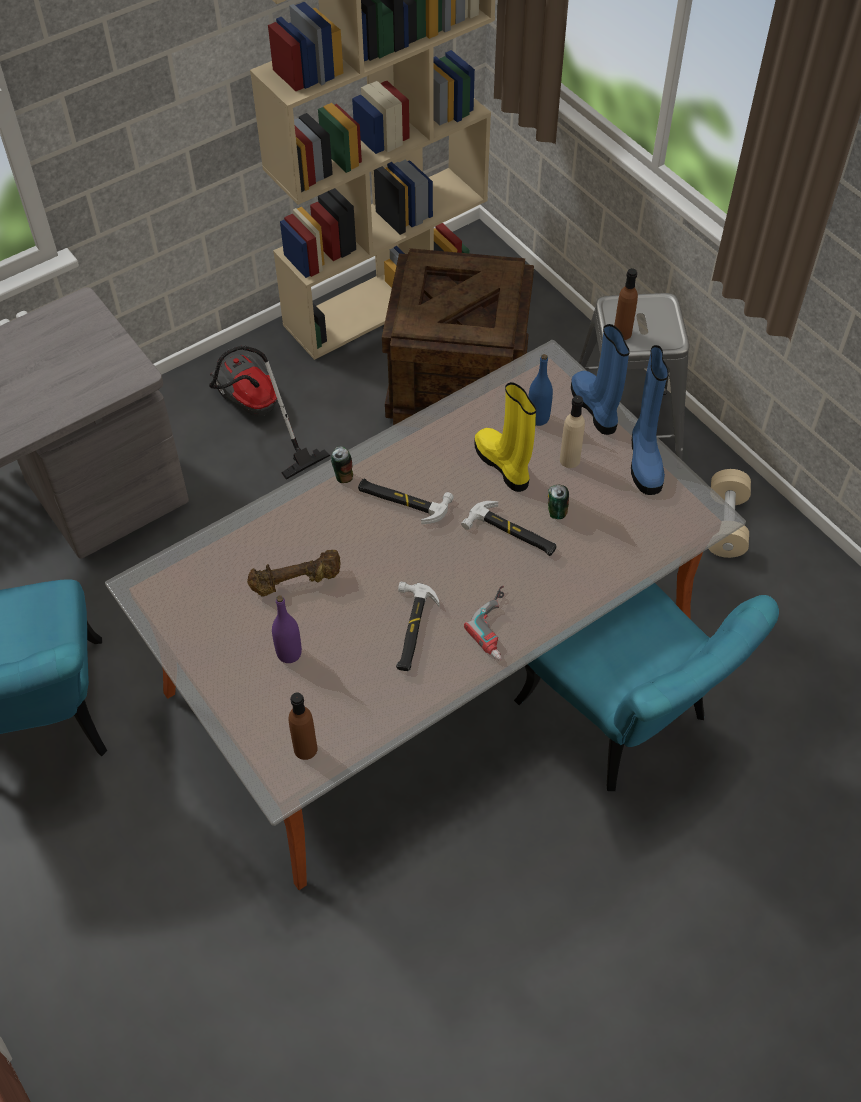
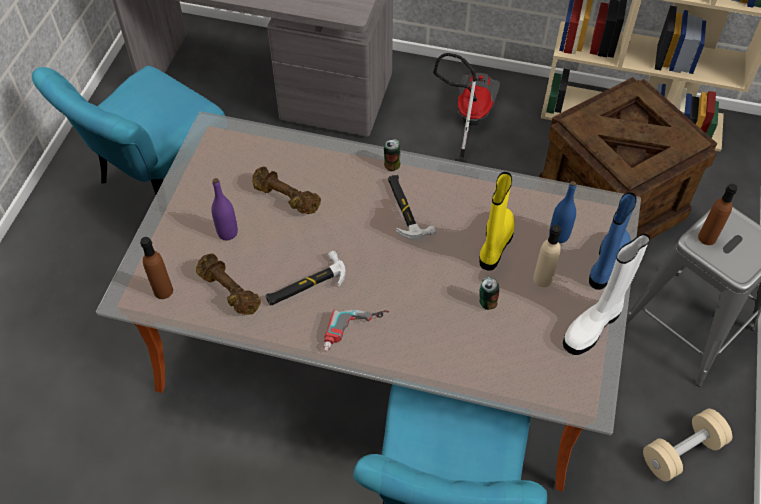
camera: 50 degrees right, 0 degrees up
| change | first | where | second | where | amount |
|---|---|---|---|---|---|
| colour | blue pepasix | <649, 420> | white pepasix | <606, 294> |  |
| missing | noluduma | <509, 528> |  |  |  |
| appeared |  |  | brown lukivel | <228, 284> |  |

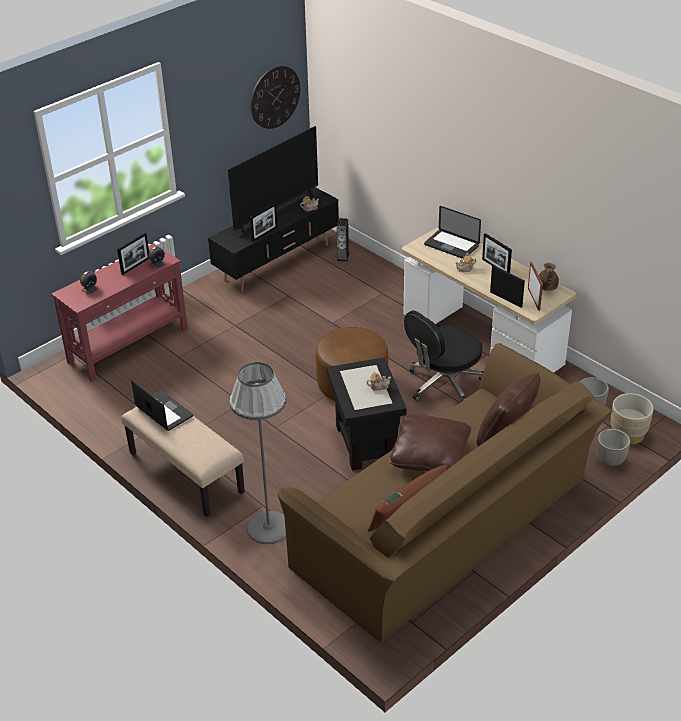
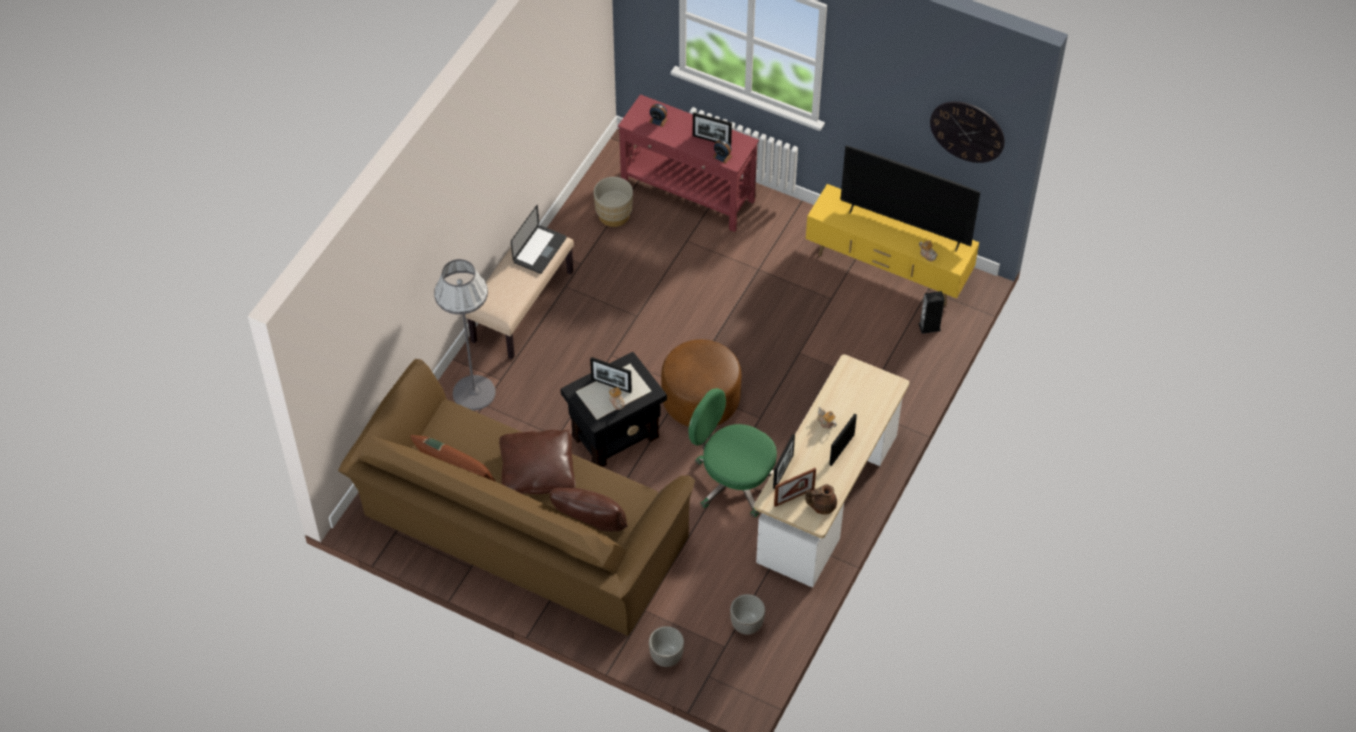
camera: 70 degrees right, 15 degrees up
| change | first | where | second | where | amount |
|---|---|---|---|---|---|
| colour | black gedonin | <273, 239> | yellow gedonin | <892, 245> |  |
| relocated | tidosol | <263, 222> |  | <611, 375> |  |
| missing | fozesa | <452, 232> |  |  |  |
| colour | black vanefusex | <444, 357> | green vanefusex | <732, 453> |  |
| relocated | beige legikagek | <632, 419> |  | <613, 202> |  |

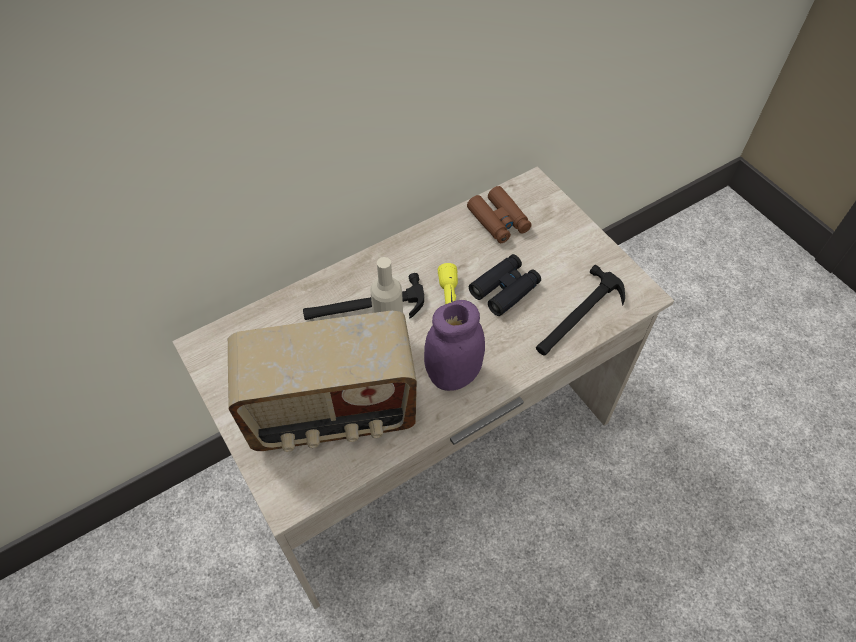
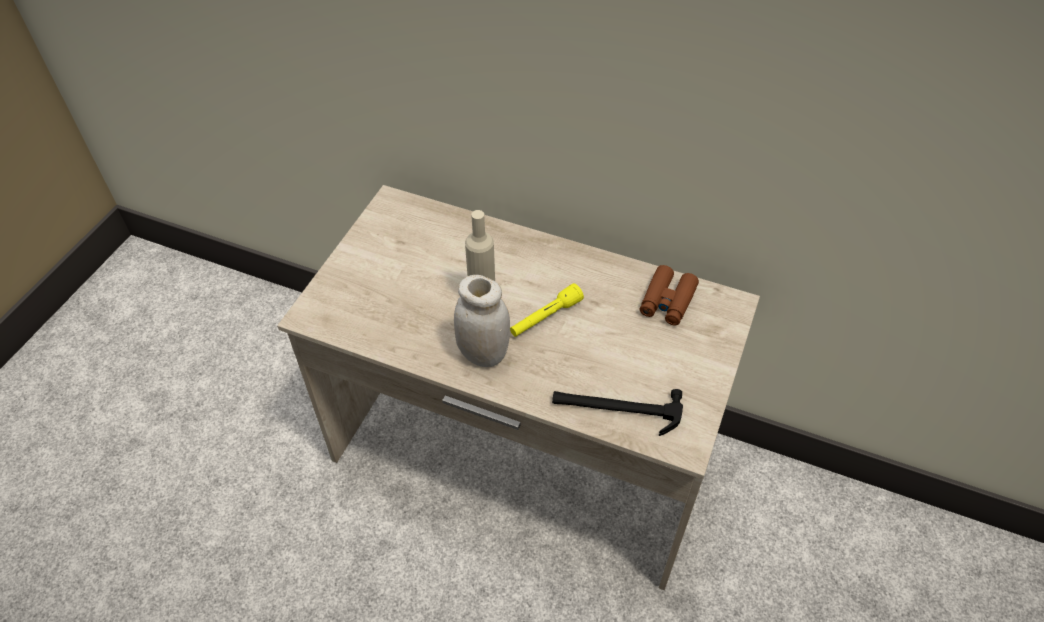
camera: 55 degrees right, 5 degrees down
| change | first | where | second | where | amount |
|---|---|---|---|---|---|
| missing | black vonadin | <505, 285> |  |  |  |
| missing | noluduma | <363, 296> |  |  |  |
| colour | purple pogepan | <454, 345> | white pogepan | <482, 321> |  |
| missing | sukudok | <322, 381> |  |  |  |

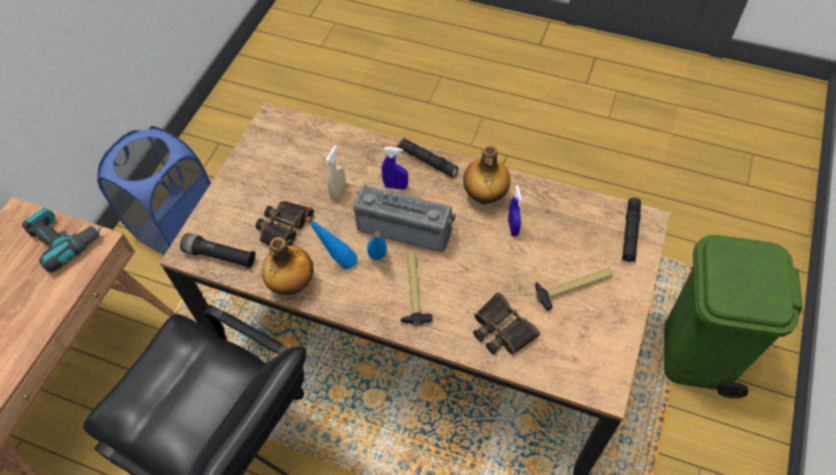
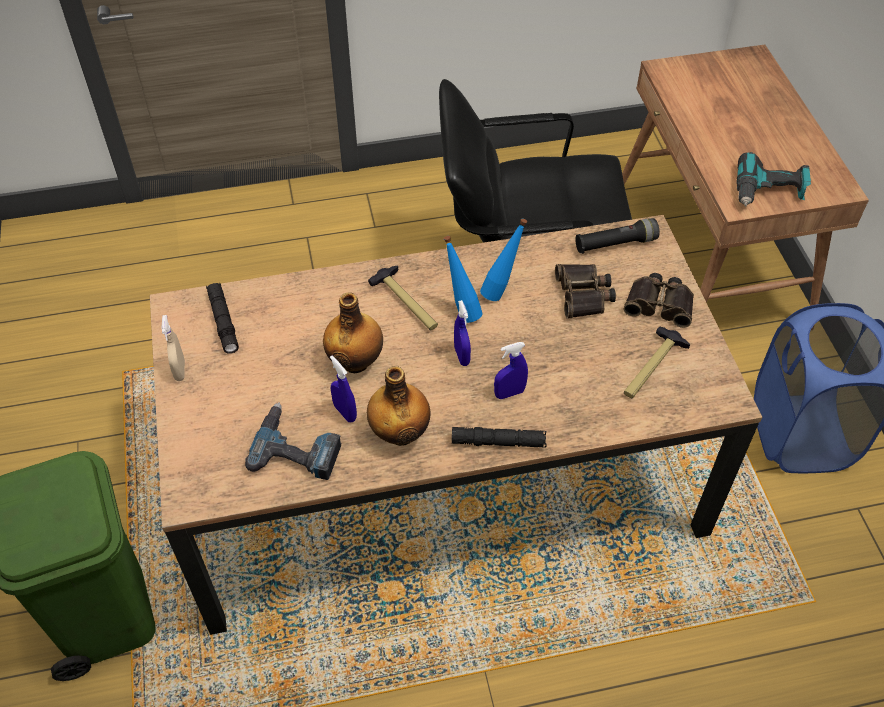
camera: 145 degrees right, 5 degrees down
| change | first | where | second | where | amount |
|---|---|---|---|---|---|
| relocated | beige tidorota | <336, 172> |  | <173, 348> |  |
| exchanged | sukudok | <405, 218> | blue tidorota | <462, 333> |  |
| relocated | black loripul | <631, 230> |  | <222, 318> |  |
| relocated | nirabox | <287, 266> |  | <353, 332> |  |
| relocated | noluduma | <574, 289> |  | <657, 362> |  |
| relocated | vonadin | <506, 323> |  | <658, 300> |  |
| appeared |  |  | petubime | <293, 441> |  |

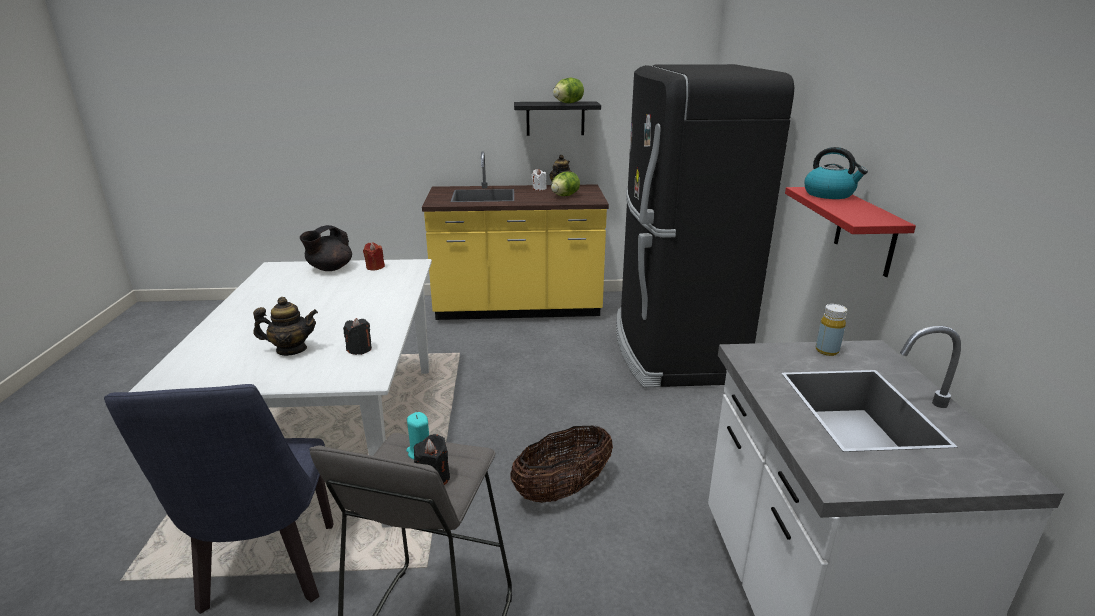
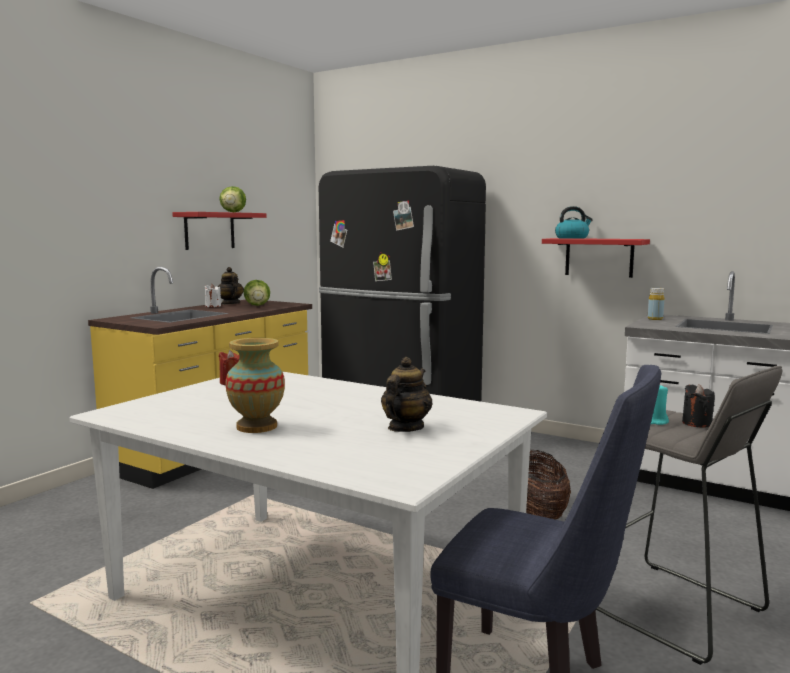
camera: 55 degrees left, 15 degrees down
| change | first | where | second | where | amount |
|---|---|---|---|---|---|
| colour | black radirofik | <557, 118> | red radirofik | <219, 231> |  |
| missing | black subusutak | <326, 248> |  |  |  |
| missing | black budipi | <357, 336> |  |  |  |
| appeared |  |  | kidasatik | <255, 385> |  |

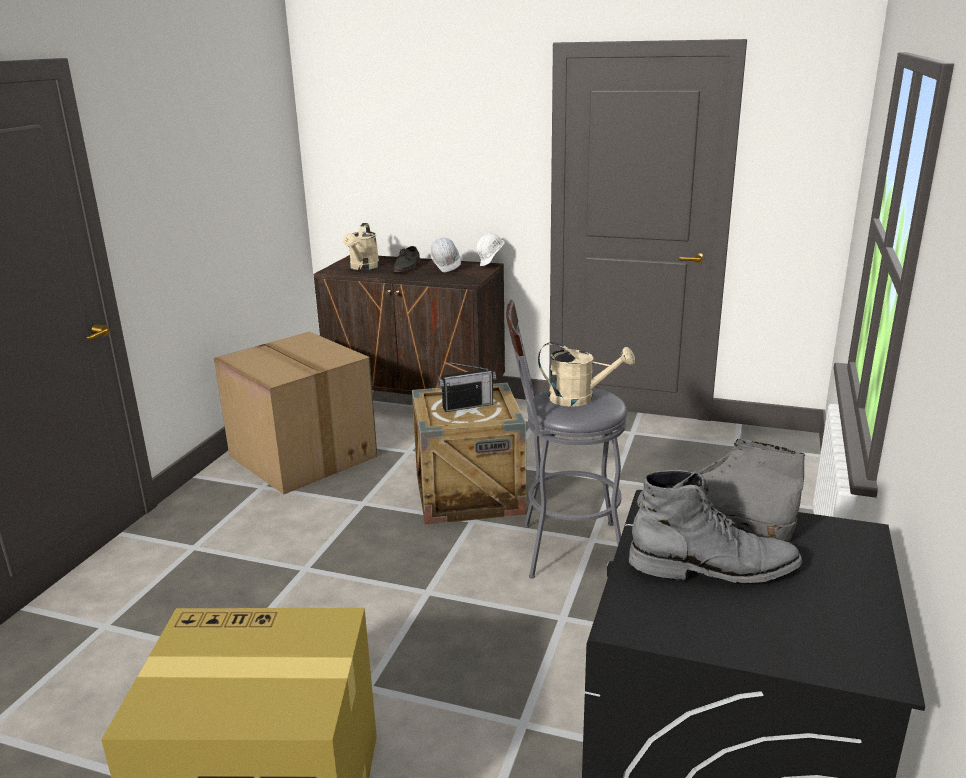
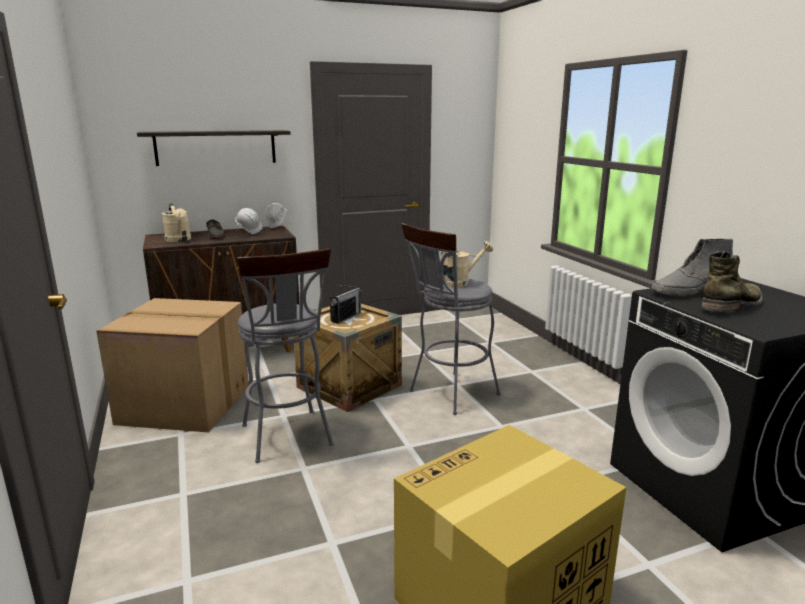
camera: 40 degrees left, 5 degrees down
| change | first | where | second | where | amount |
|---|---|---|---|---|---|
| colour | grey pepasix | <715, 526> | green pepasix | <732, 281> |  |
| appeared |  |  | radirofik | <214, 148> |  |
| appeared |  |  | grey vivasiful | <285, 355> |  |

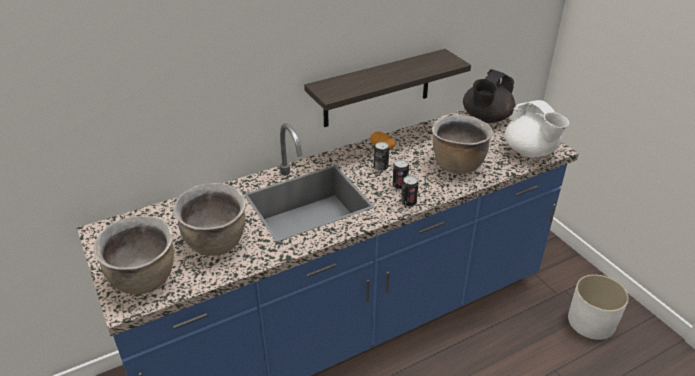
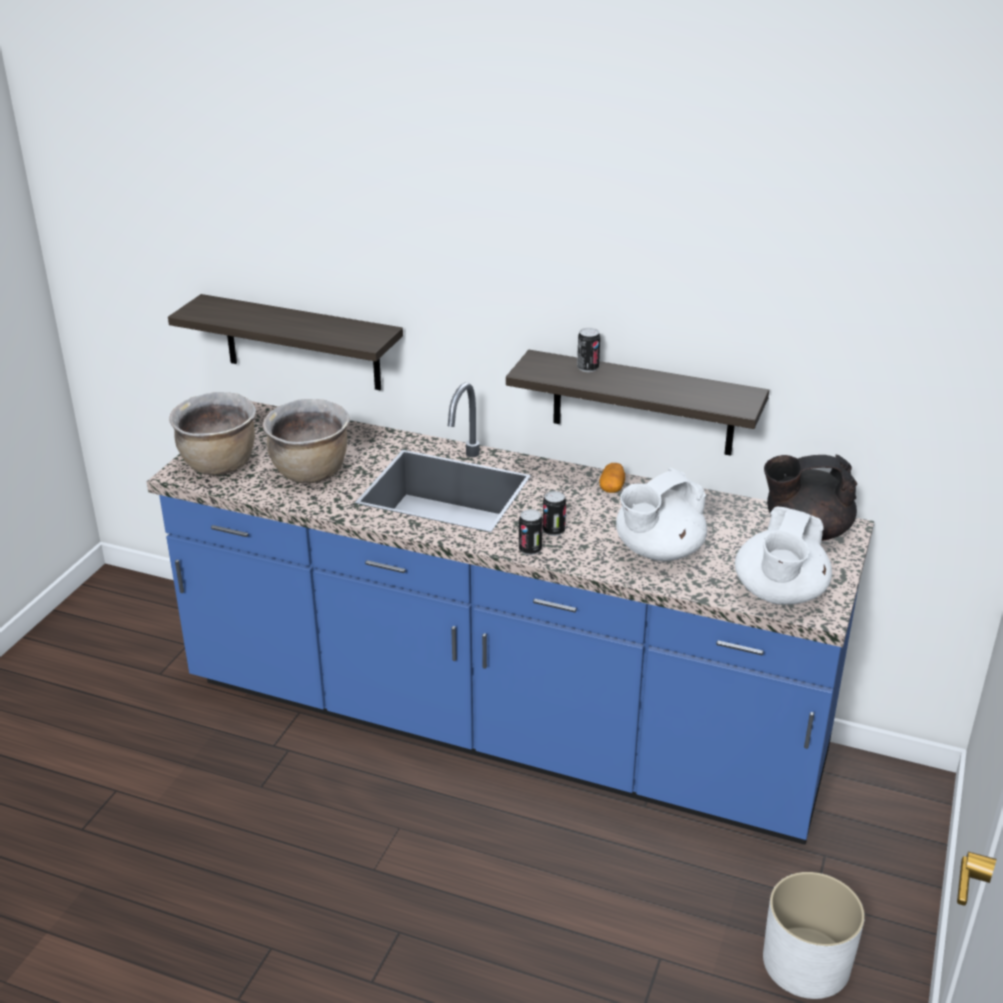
camera: 50 degrees right, 5 degrees down
| change | first | where | second | where | amount |
|---|---|---|---|---|---|
| exchanged | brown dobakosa | <462, 144> | white subusutak | <661, 514> |  |
| relocated | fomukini | <381, 156> |  | <588, 350> |  |
| appeared |  |  | radirofik | <285, 342> |  |

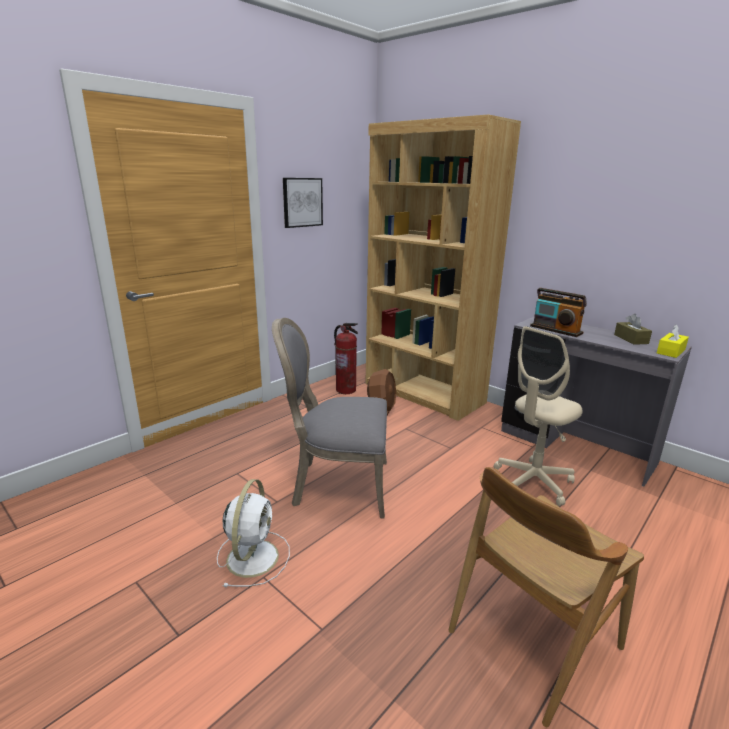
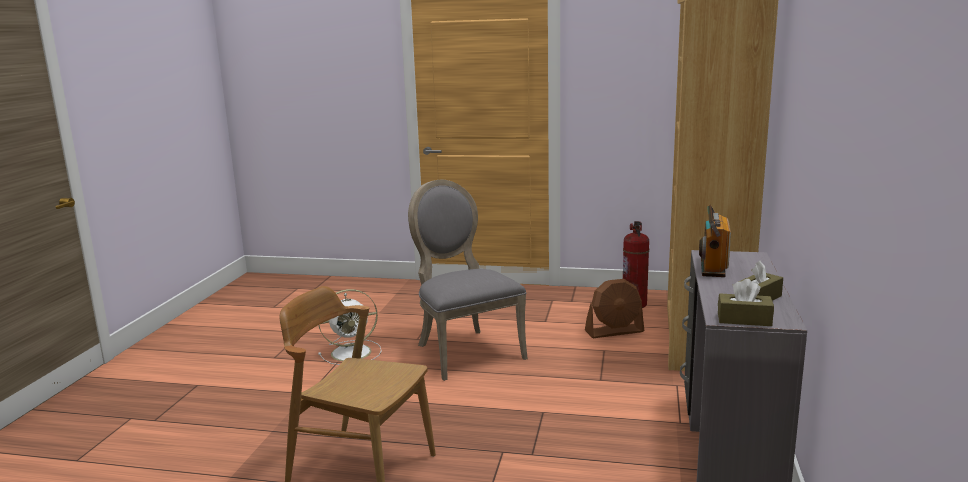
camera: 60 degrees right, 5 degrees down
| change | first | where | second | where | amount |
|---|---|---|---|---|---|
| missing | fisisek | <303, 203> |  |  |  |
| colour | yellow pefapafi | <673, 341> | brown pefapafi | <746, 302> |  |
| missing | beige vanefusex | <538, 416> |  |  |  |

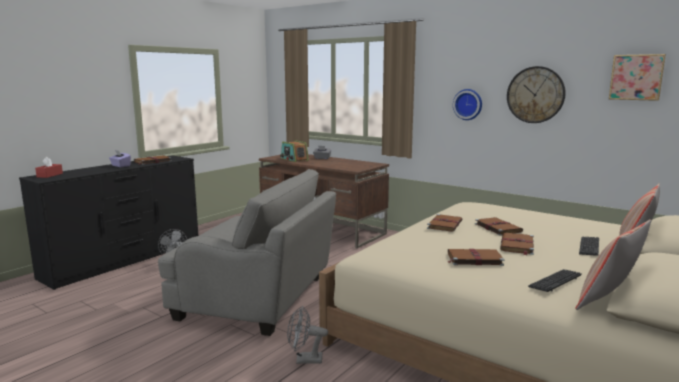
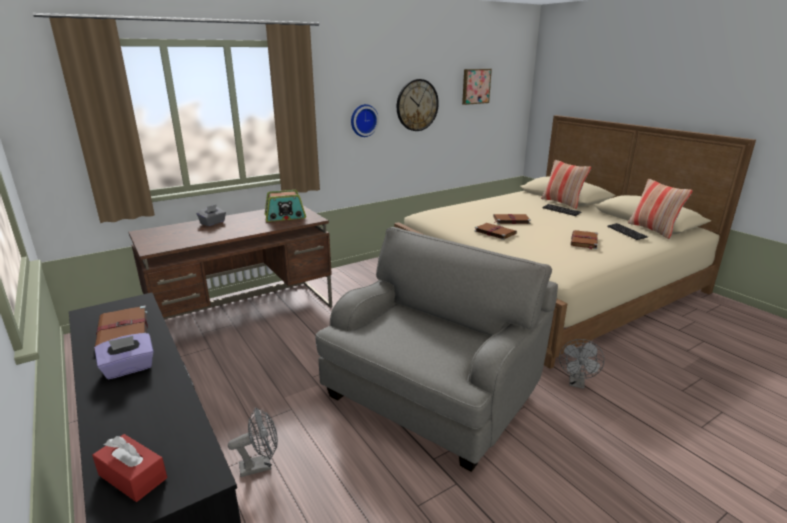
camera: 70 degrees left, 10 degrees up
| change | first | where | second | where | amount |
|---|---|---|---|---|---|
| relocated | sukudok | <294, 151> |  | <285, 206> |  |
| missing | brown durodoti | <517, 244> |  |  |  |

